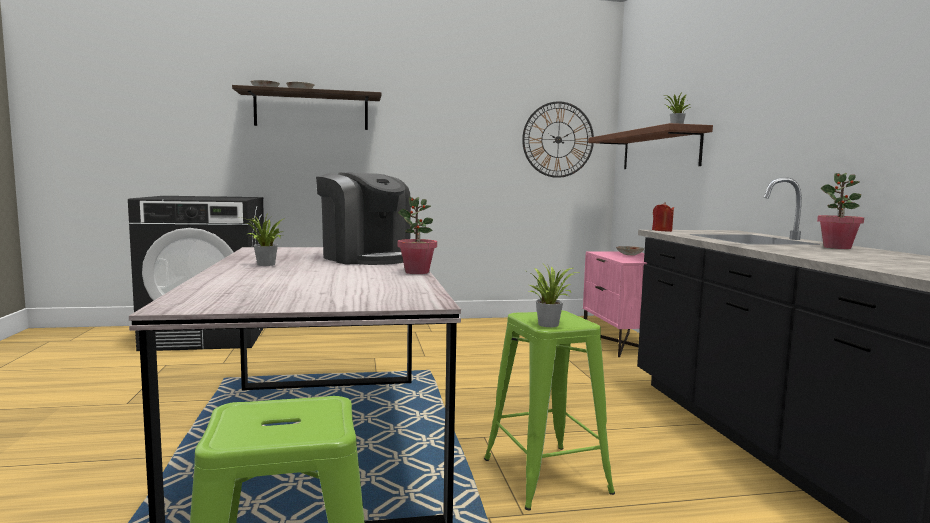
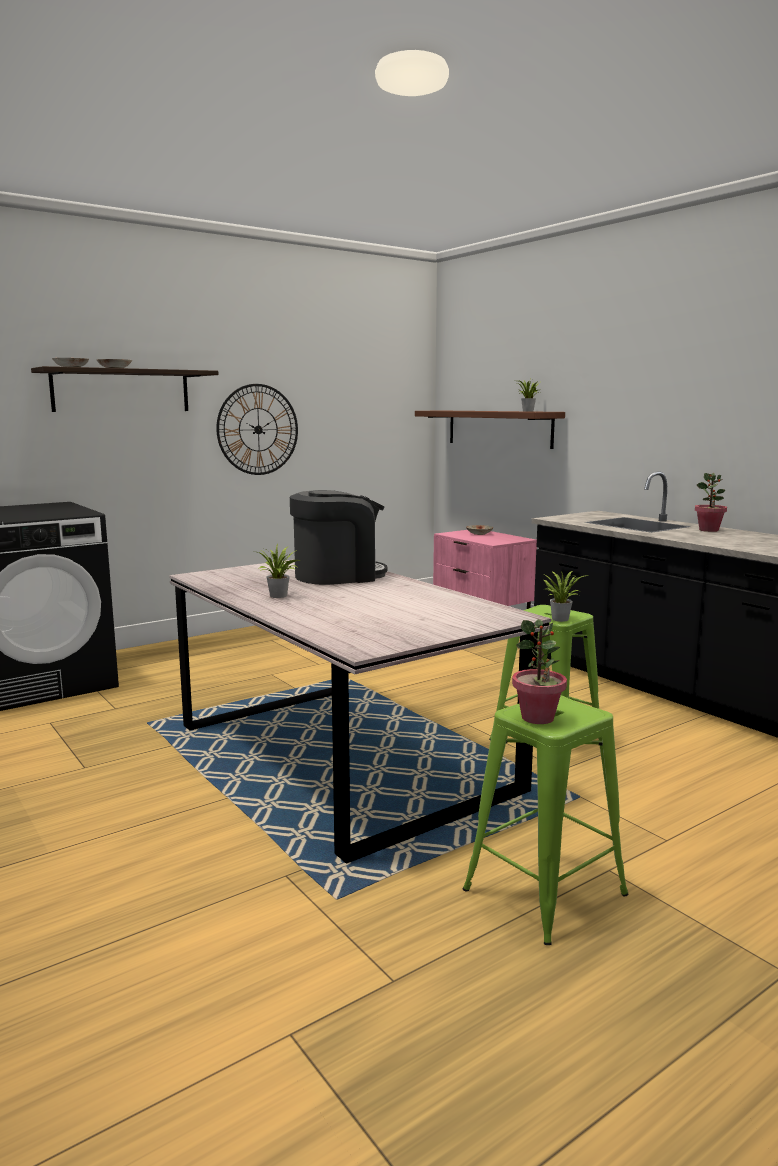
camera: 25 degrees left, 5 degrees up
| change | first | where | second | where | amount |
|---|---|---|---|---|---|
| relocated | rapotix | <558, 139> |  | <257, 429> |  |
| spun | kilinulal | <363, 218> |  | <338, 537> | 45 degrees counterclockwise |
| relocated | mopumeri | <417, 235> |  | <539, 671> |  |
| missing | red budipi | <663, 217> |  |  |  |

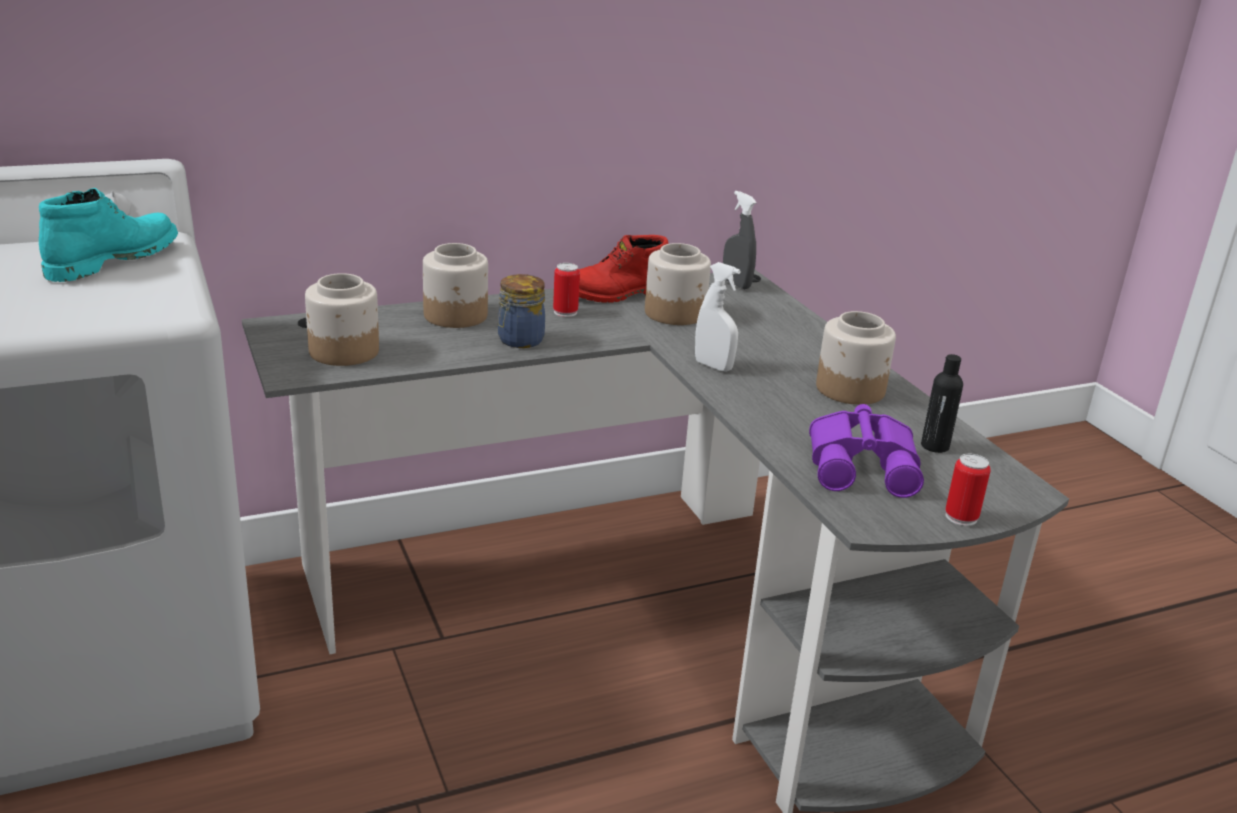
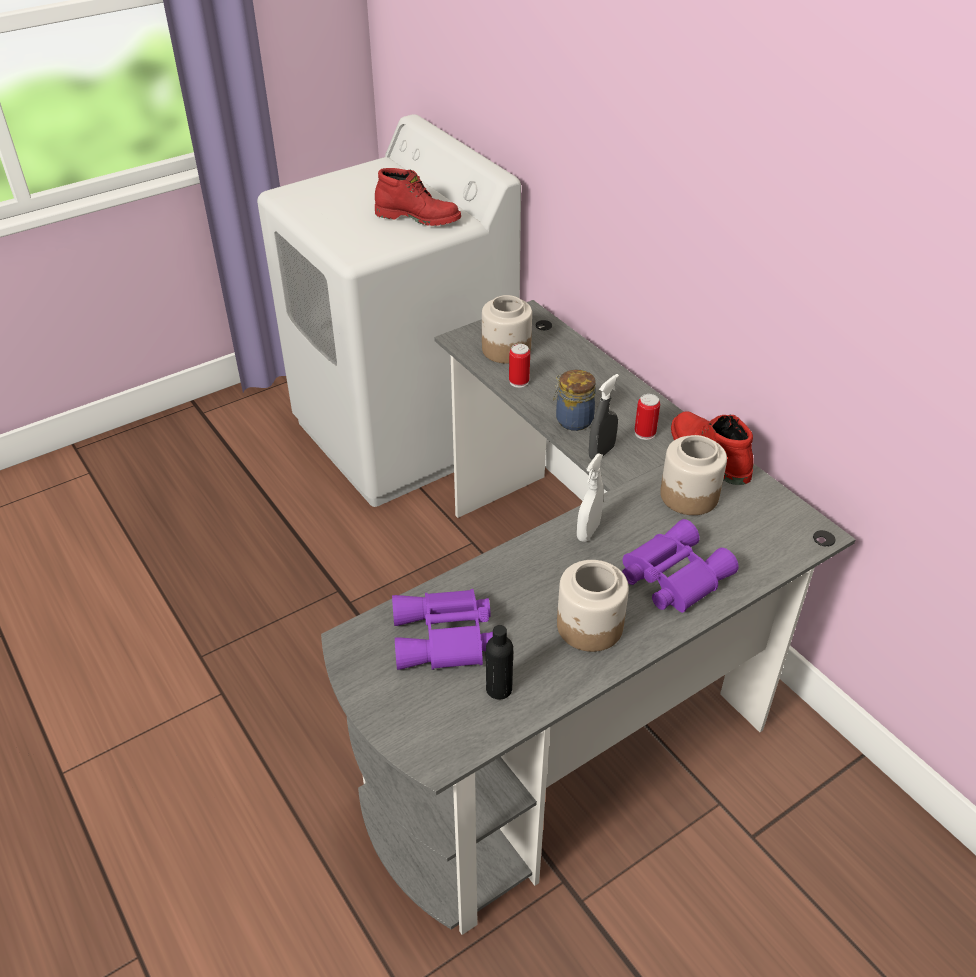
camera: 80 degrees right, 15 degrees up
| change | first | where | second | where | amount |
|---|---|---|---|---|---|
| colour | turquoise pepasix | <108, 235> | red pepasix | <418, 197> |  |
| relocated | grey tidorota | <740, 240> |  | <604, 417> |  |
| missing | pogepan | <455, 285> |  |  |  |
| relocated | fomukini | <968, 490> |  | <519, 366> |  |
| appeared |  |  | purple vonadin | <680, 566> |  |

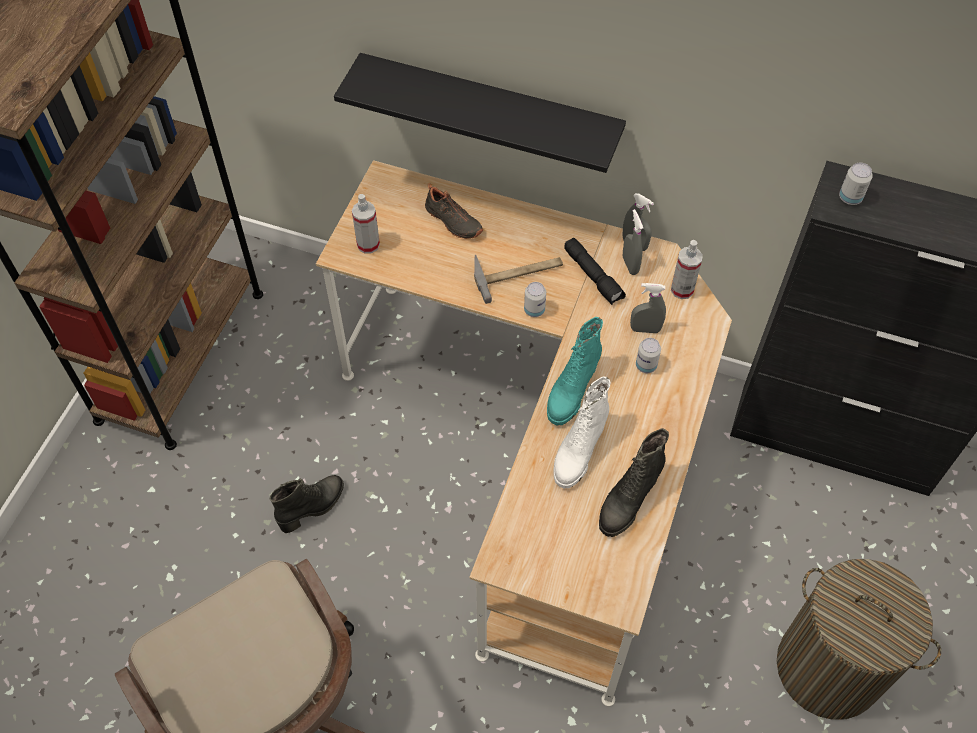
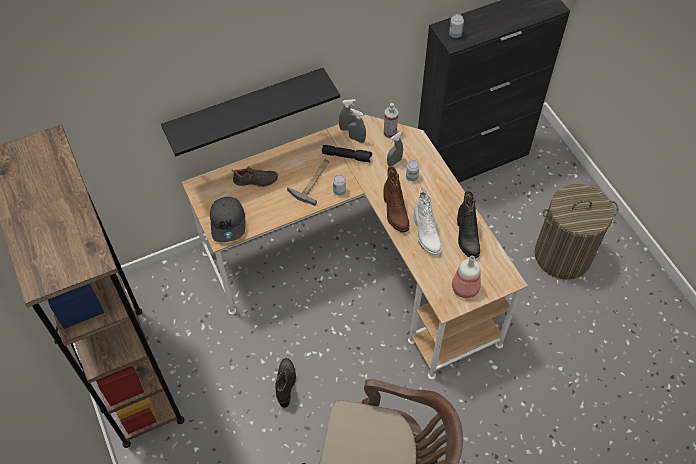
camera: 45 degrees left, 0 degrees up
| change | first | where | second | where | amount |
|---|---|---|---|---|---|
| exchanged | tidorota | <366, 224> | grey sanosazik | <228, 219> |  |
| colour | turquoise pepasix | <575, 371> | brown pepasix | <396, 199> |  |
| appeared |  |  | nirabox | <466, 277> |  |

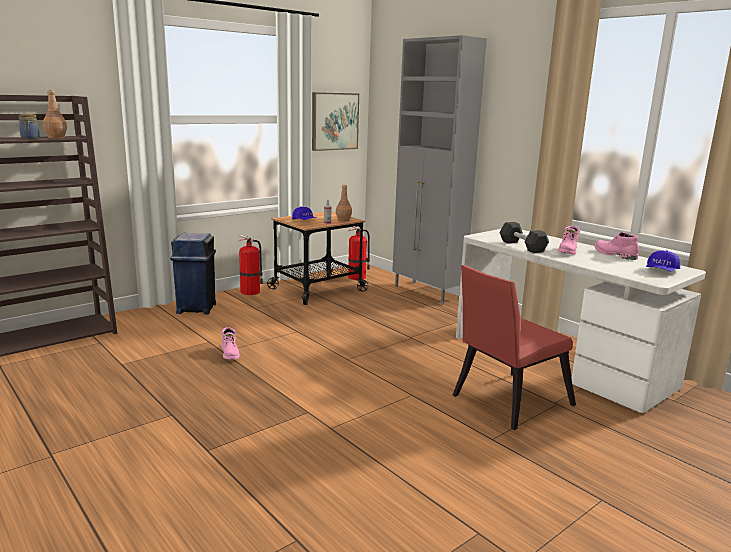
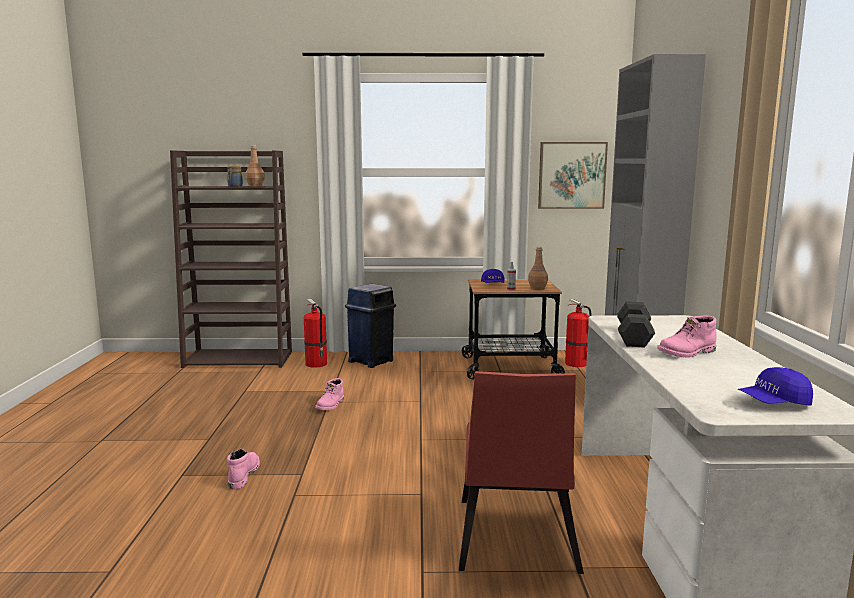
camera: 40 degrees right, 5 degrees down
| change | first | where | second | where | amount |
|---|---|---|---|---|---|
| relocated | pink pepasix | <616, 246> |  | <243, 469> |  |
| relocated | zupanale | <251, 265> |  | <315, 333> |  |
| spun | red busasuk | <514, 347> |  | <521, 472> | 90 degrees counterclockwise |

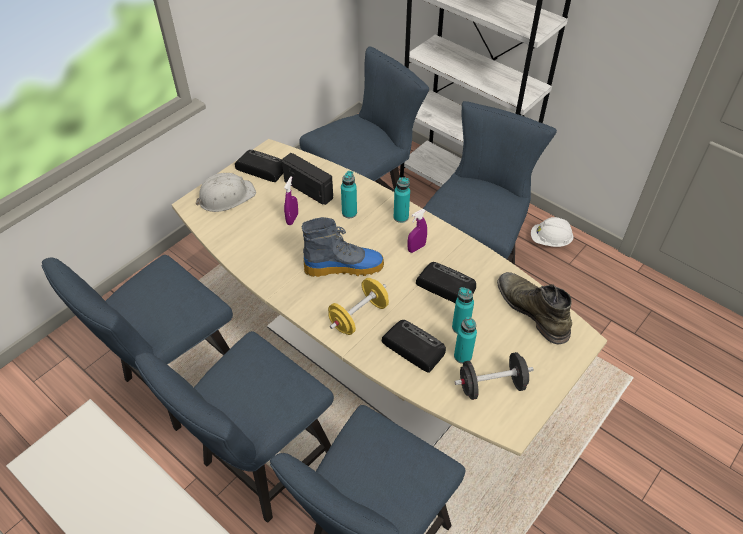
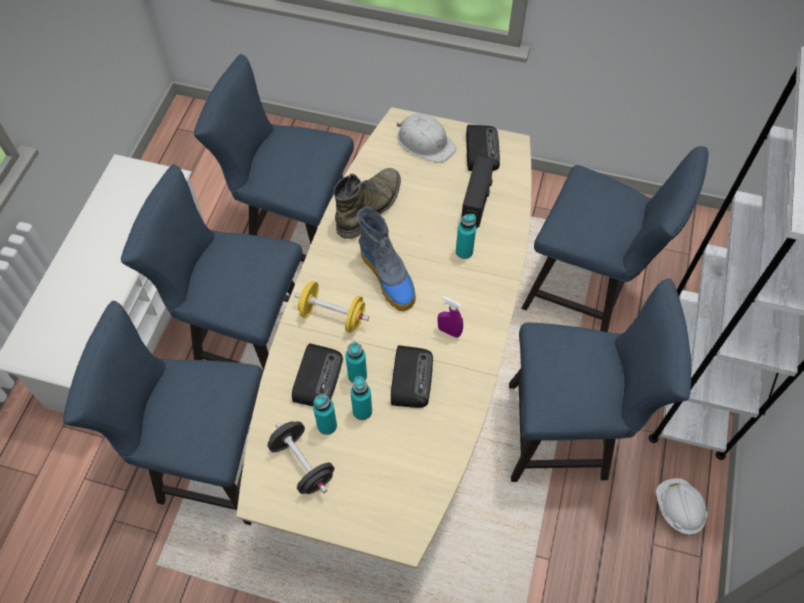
camera: 65 degrees right, 10 degrees up
| change | first | where | second | where | amount |
|---|---|---|---|---|---|
| missing | purple tidorota | <291, 200> |  |  |  |
| relocated | turquoise nirabox | <402, 200> |  | <356, 362> |  |
| relocated | green pepasix | <534, 308> |  | <367, 203> |  |

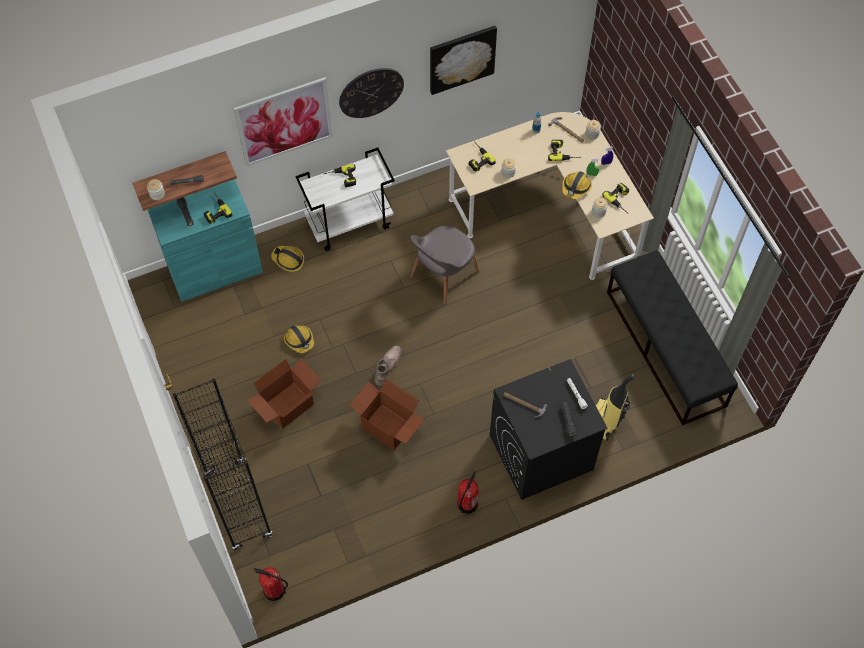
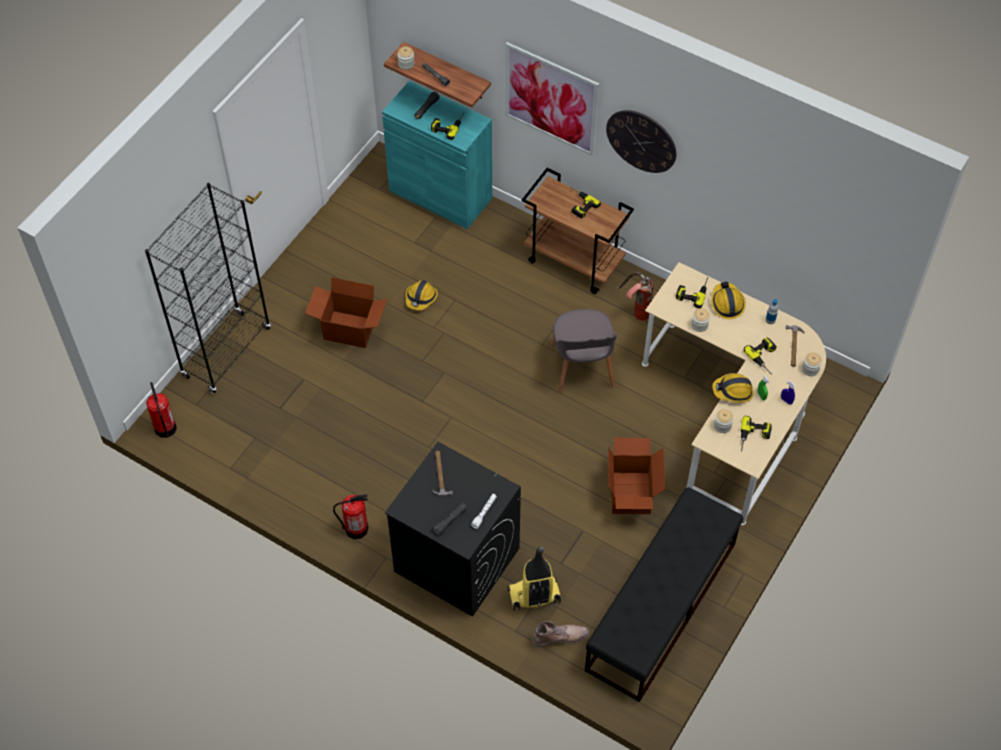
camera: 55 degrees right, 5 degrees down
| change | first | where | second | where | amount |
|---|---|---|---|---|---|
| missing | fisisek | <463, 60> |  |  |  |
| colour | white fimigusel | <345, 199> | brown fimigusel | <578, 231> |  |
| spun | grey busasuk | <444, 265> |  | <584, 351> | 105 degrees counterclockwise |
| relocated | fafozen | <287, 259> |  | <728, 300> |  |
| relocated | brown pepasix | <388, 365> |  | <560, 634> |  |
| relocated | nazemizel | <387, 414> |  | <636, 476> |  |
| appeared |  |  | zupanale | <635, 296> |  |

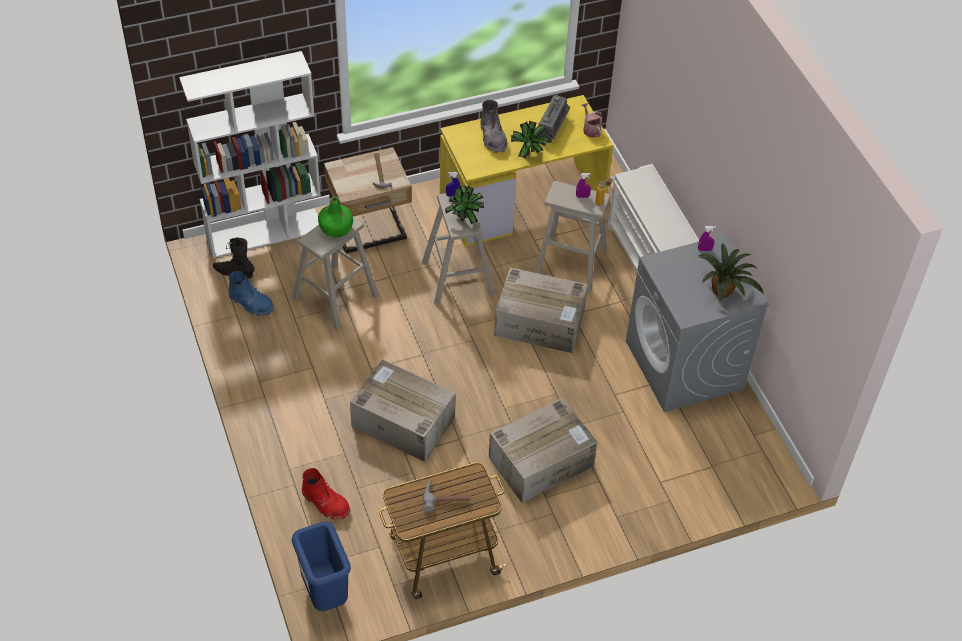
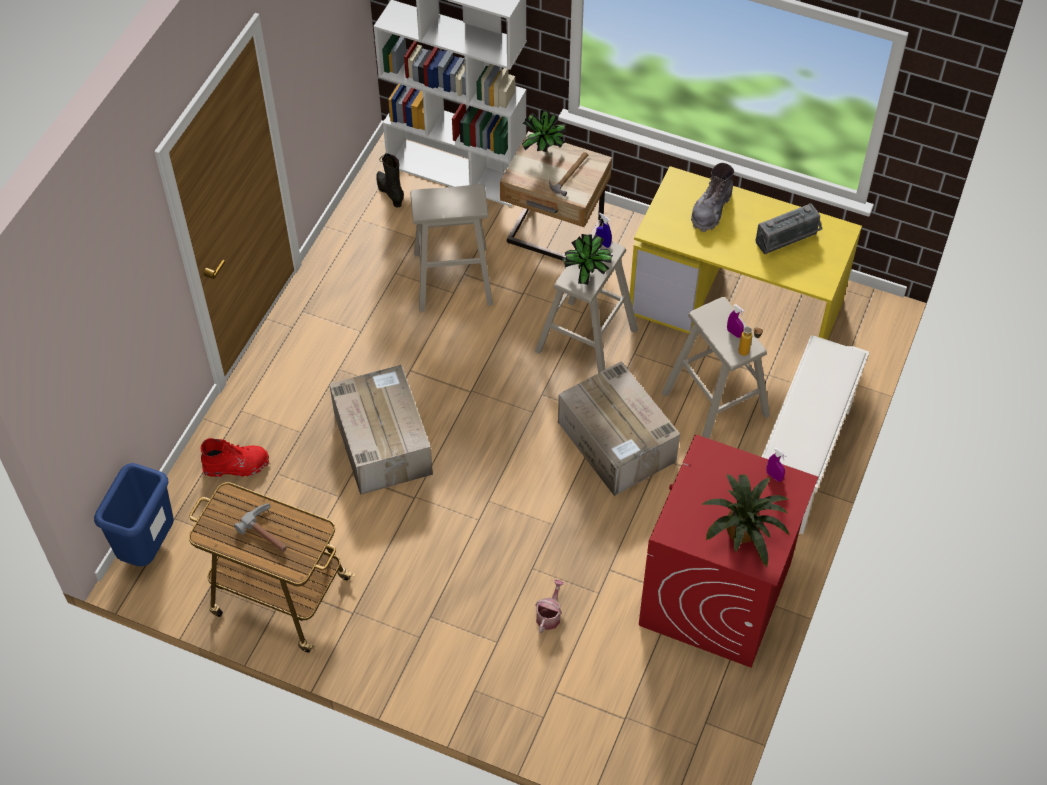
camera: 45 degrees right, 5 degrees up
| change | first | where | second | where | amount |
|---|---|---|---|---|---|
| relocated | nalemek | <592, 120> |  | <549, 606> |  |
| relocated | mopumeri | <530, 140> |  | <544, 131> |  |
| missing | green nirabox | <335, 217> |  |  |  |
| colour | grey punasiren | <698, 323> | red punasiren | <728, 551> |  |
| missing | blue pepasix | <251, 293> |  |  |  |
| missing | nazemizel | <543, 450> |  |  |  |
| spun | red pepasix | <326, 494> |  | <234, 458> | 90 degrees counterclockwise |

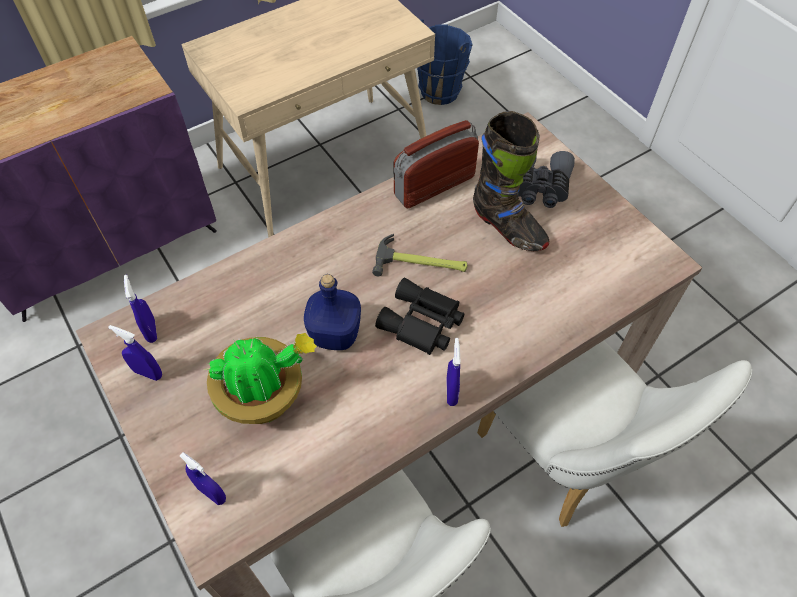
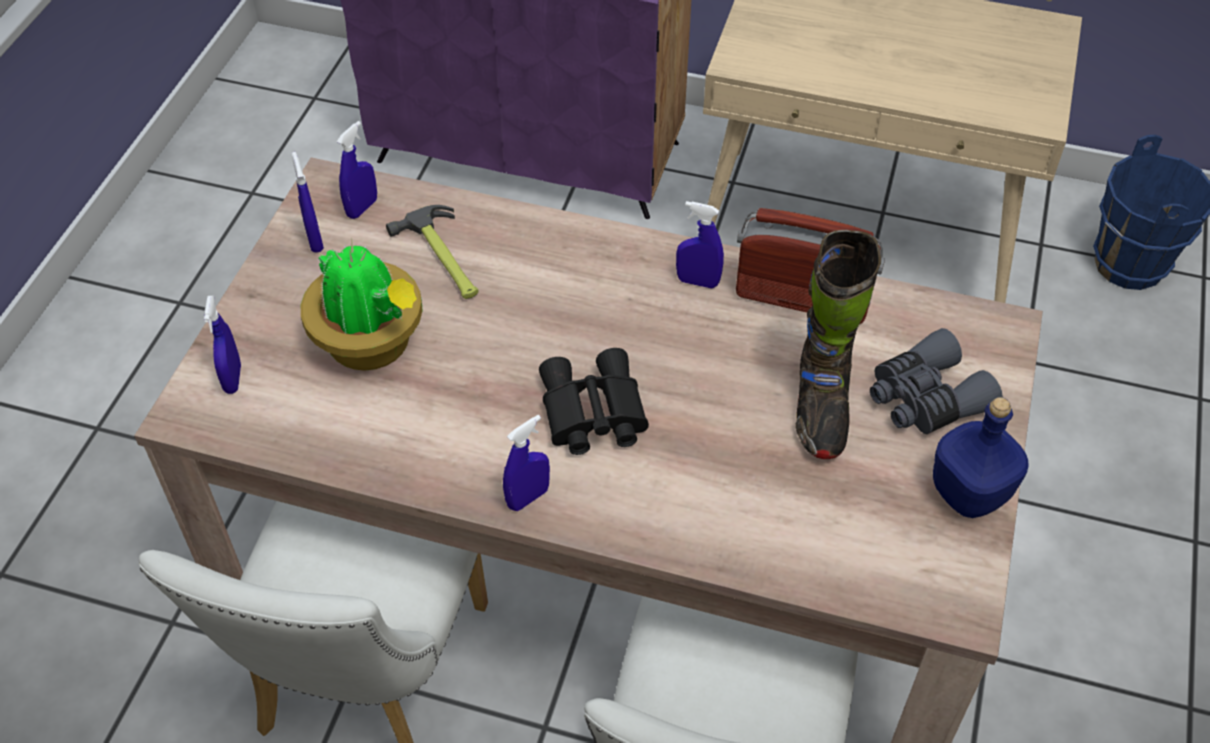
camera: 50 degrees right, 5 degrees down
| change | first | where | second | where | amount |
|---|---|---|---|---|---|
| relocated | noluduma | <419, 255> |  | <432, 252> |  |
| relocated | blue nirabox | <332, 312> |  | <981, 457> |  |
| appeared |  |  | blue tidorota | <700, 245> |  |

